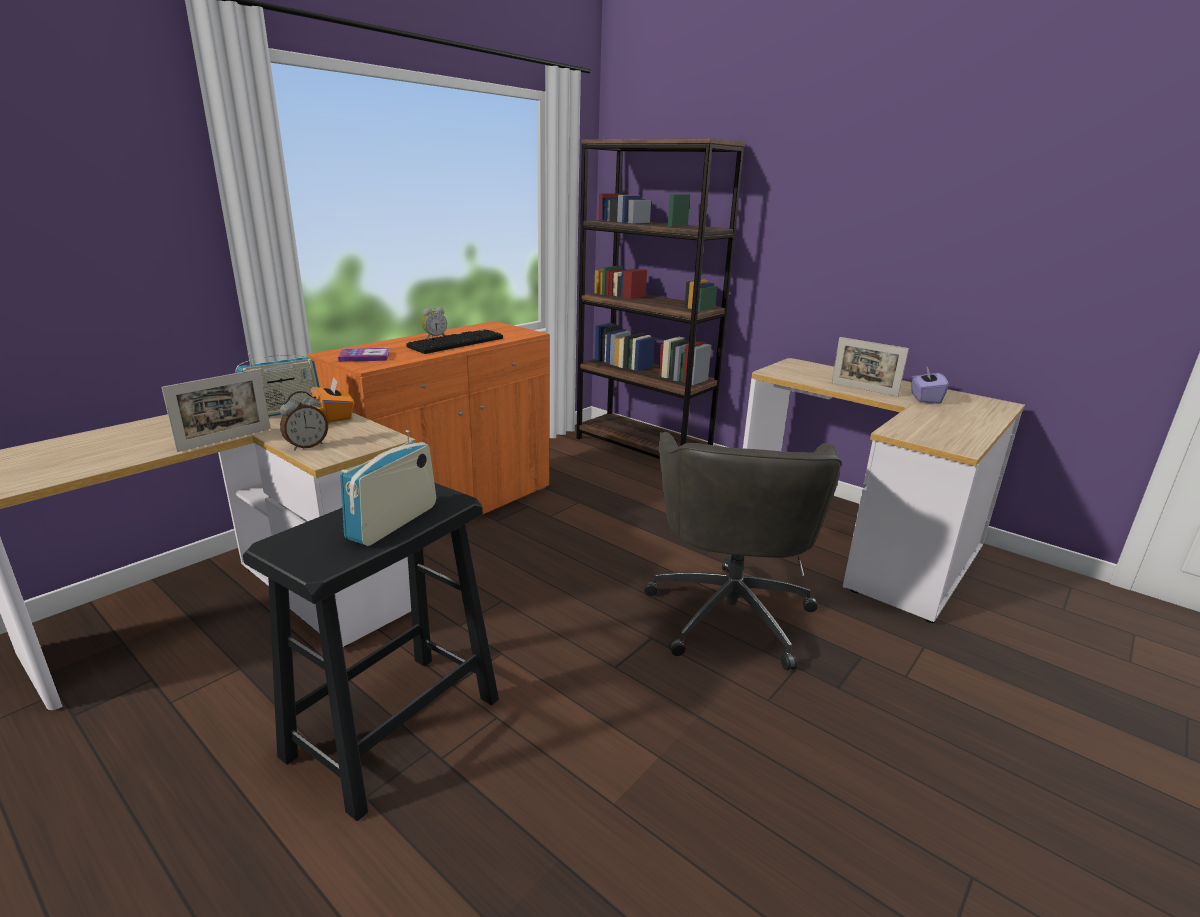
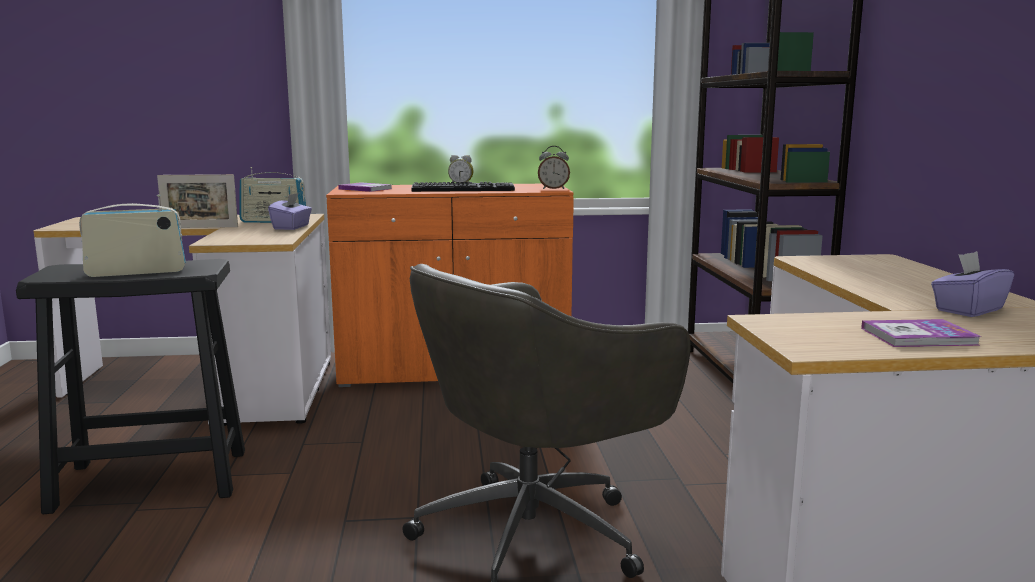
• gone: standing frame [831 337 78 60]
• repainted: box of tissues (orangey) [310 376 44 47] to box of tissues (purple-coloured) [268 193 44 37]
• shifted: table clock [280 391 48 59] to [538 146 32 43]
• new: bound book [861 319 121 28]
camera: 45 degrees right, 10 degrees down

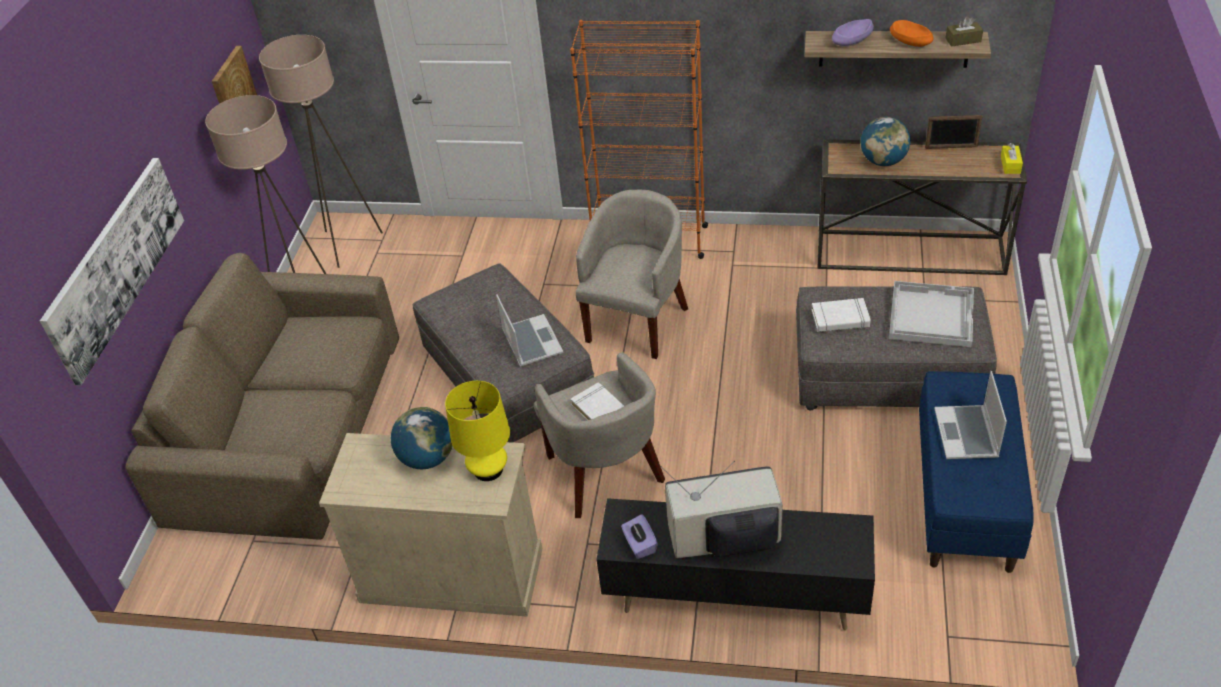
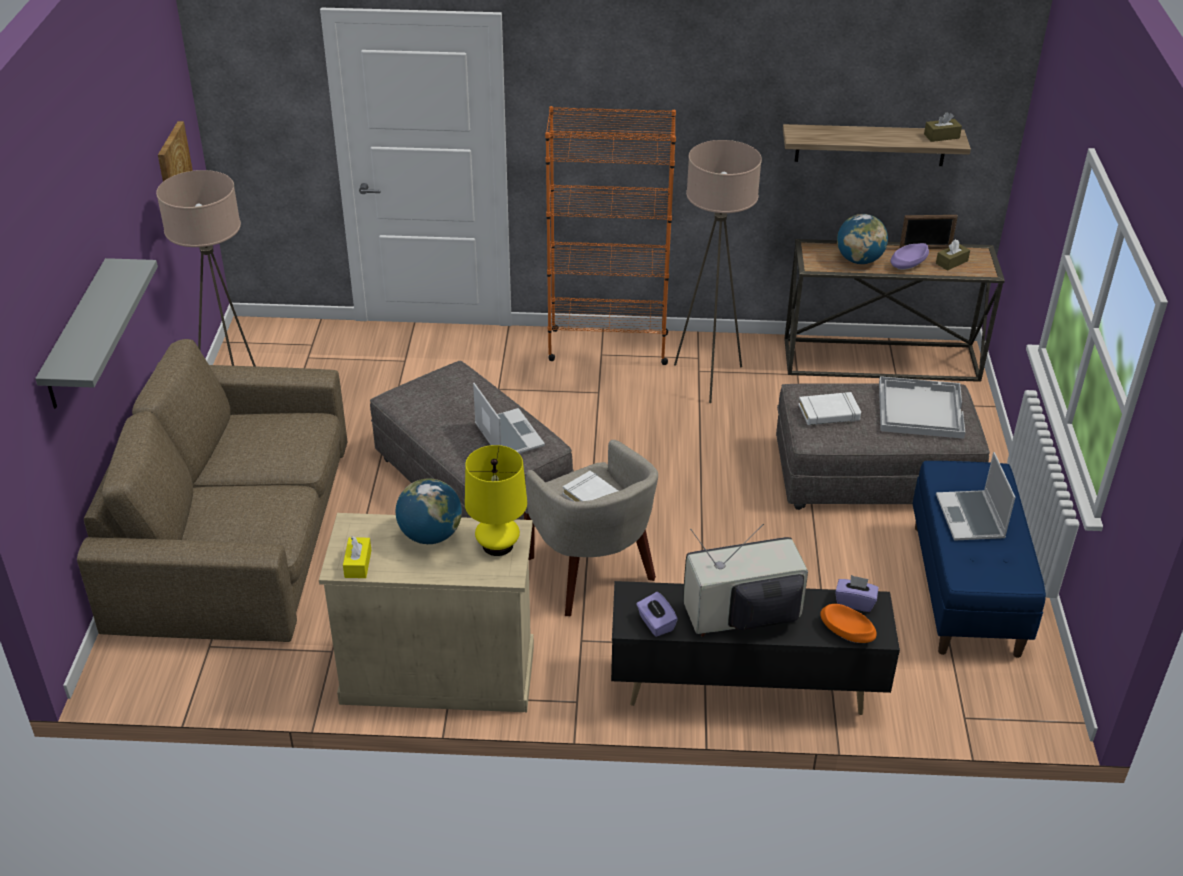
• shifted: serving bowl (purple-coloured) [832 19 42 28] to [891 243 38 27]
• shifted: serving bowl (orangey) [890 20 44 28] to [820 604 57 39]
• shifted: standard lamp (sand-coloured) [259 35 124 233] to [674 140 88 263]
• shifted: box of tissues (yellow) [1001 143 22 31] to [343 536 28 42]
• swapped: picture [40 158 144 227] to bracket shelf (grey) [35 258 123 151]
• gone: easy chair (sand-coloured) [576 190 112 169]
• new: box of tissues (brownish) [936 239 34 32]
• new: box of tissues (purple-coloured) [835 575 44 37]
camera: 10 degrees left, 5 degrees down

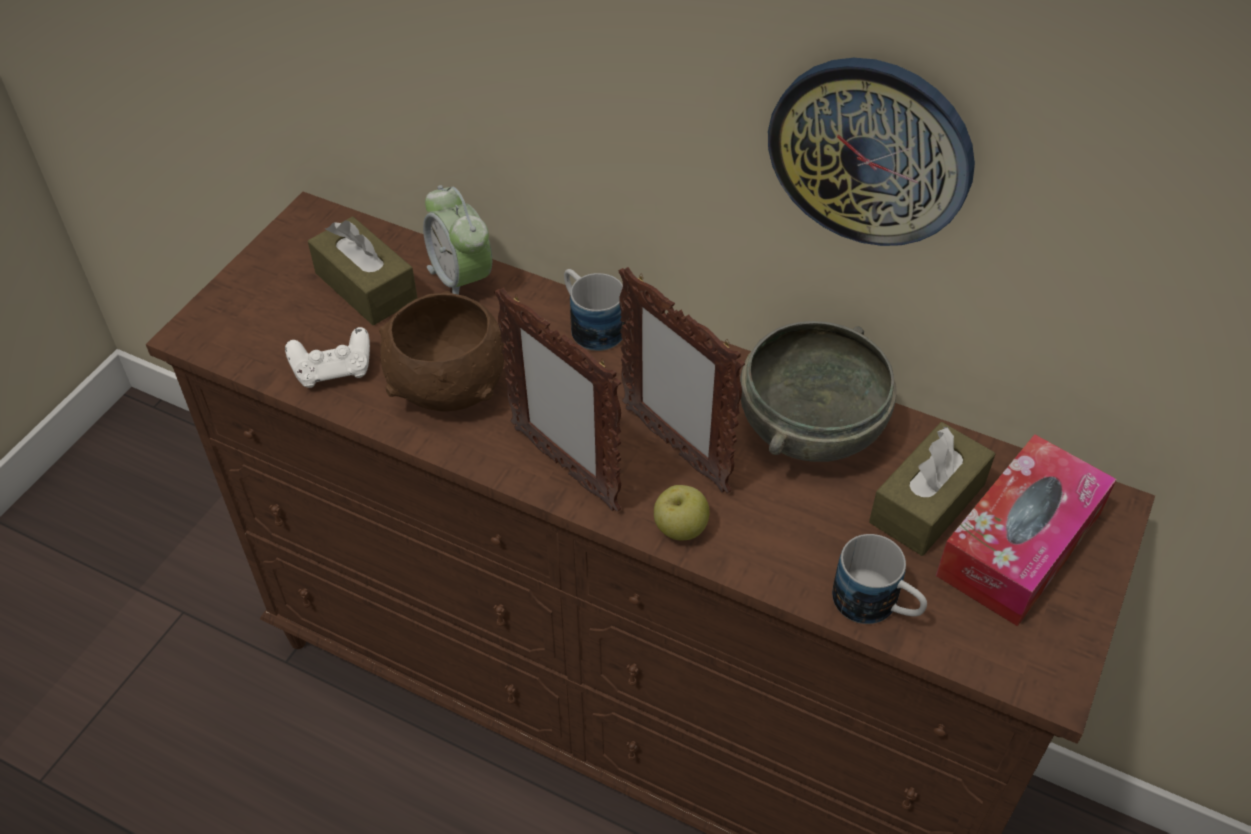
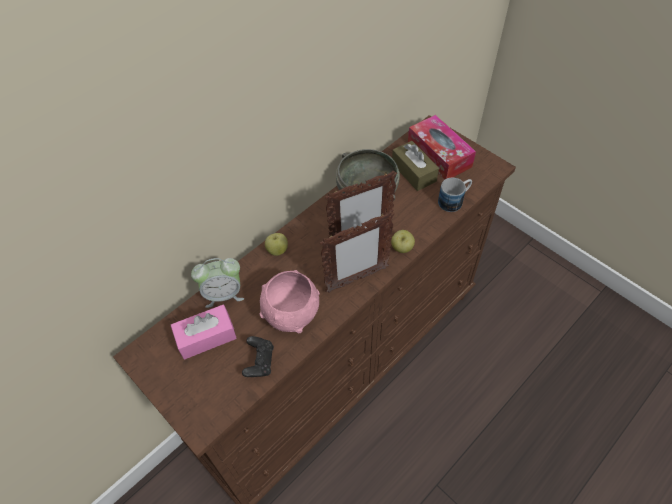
• gone: clock on the wall [768 58 207 188]
• repainted: box of tissues (brownish) [308 216 109 109] to box of tissues (pinkish) [171 304 66 56]
• swapped: mug [564 269 61 82] to apple fruit [265 233 23 23]
• repainted: serving bowl (brownish) [379 291 125 121] to serving bowl (pinkish) [259 270 61 63]
• repainted: gamepad (white) [285 327 85 61] to gamepad (blackish) [242 336 32 41]
camera: 70 degrees left, 5 degrees up

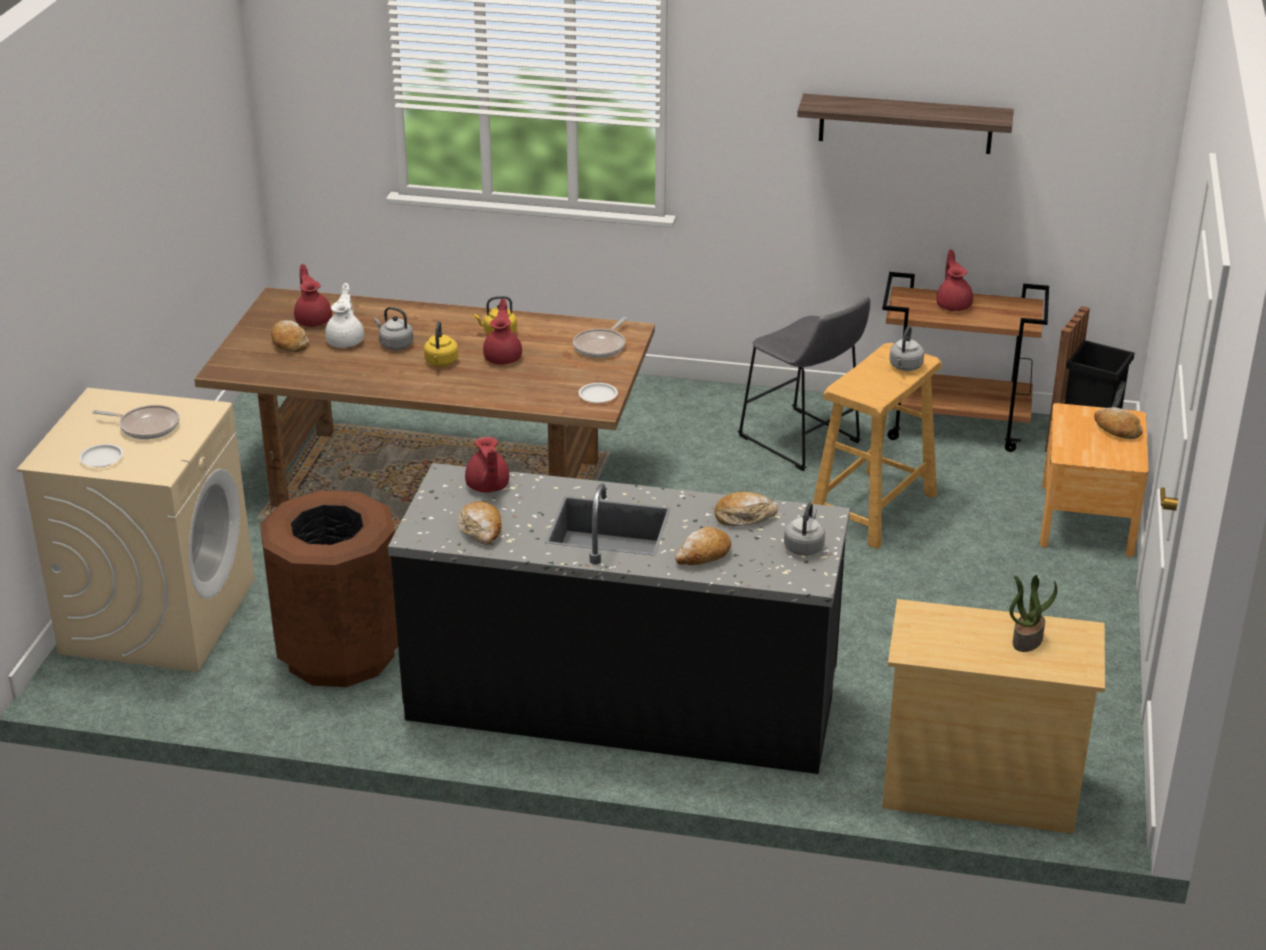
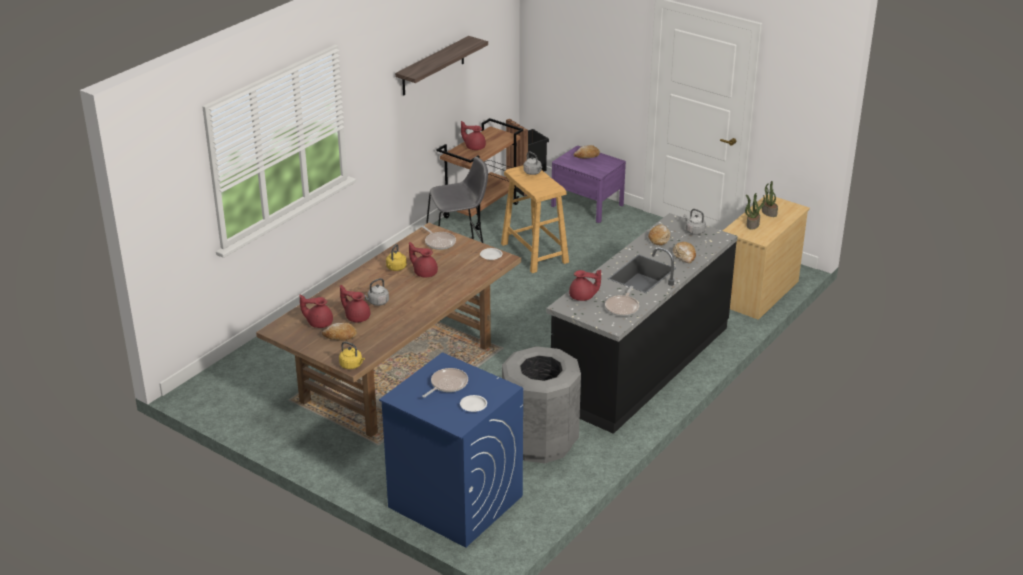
• repainted: tea pot (white) [325 283 39 65] to tea pot (red) [340 285 30 37]
• shifted: kettle (yellow) [424 321 34 46] to [339 342 26 27]
• repainted: laundry machine (sand-coloured) [17 388 238 284] to laundry machine (blue) [379 352 144 196]
• repainted: nightstand (brownish) [1040 403 108 154] to nightstand (purple-coloured) [551 146 75 77]
• repainted: waste bin (brownish) [260 490 138 197] to waste bin (grey) [502 346 79 117]
• swapped: bread [458 501 44 44] to pan [605 286 34 30]
• new: potted plant [745 193 20 37]
camera: 65 degrees left, 0 degrees up

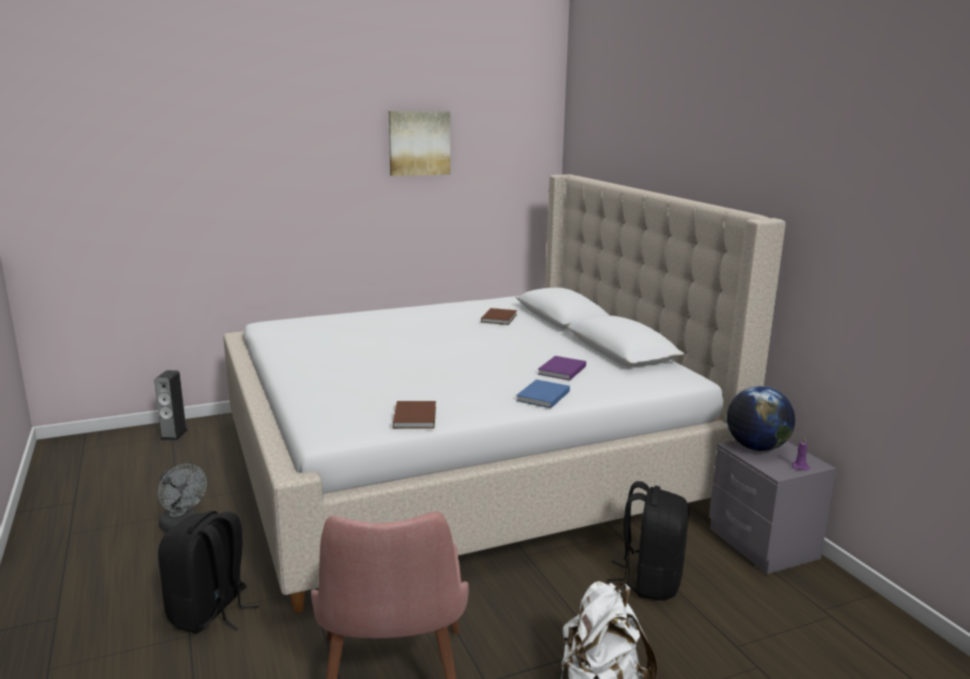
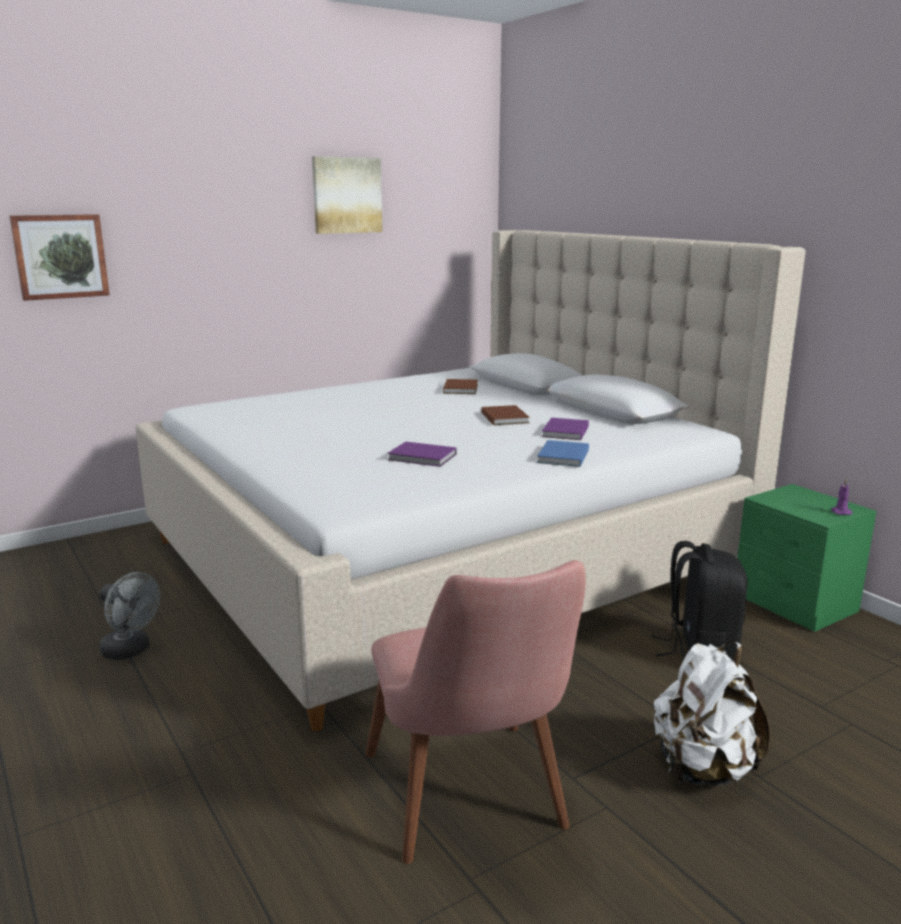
• gone: audio speaker [154 370 34 71]
• gone: desk globe [727 386 68 65]
• shifted: bound book (brownish) [393 401 43 28] to [481 405 49 20]
• repainted: nightstand (grey) [709 440 127 134] to nightstand (green) [737 484 139 148]
• gone: rucksack (blackish) [158 511 101 122]
• new: picture [9 214 101 87]
• new: bound book (purple-coloured) [388 442 69 25]
camera: 10 degrees left, 0 degrees up

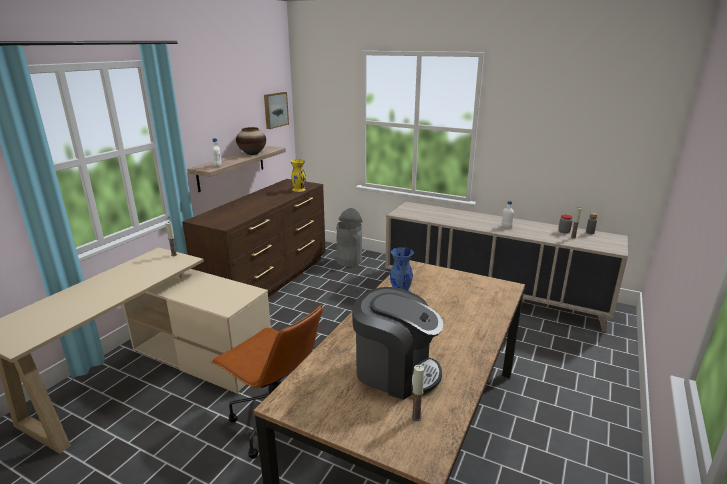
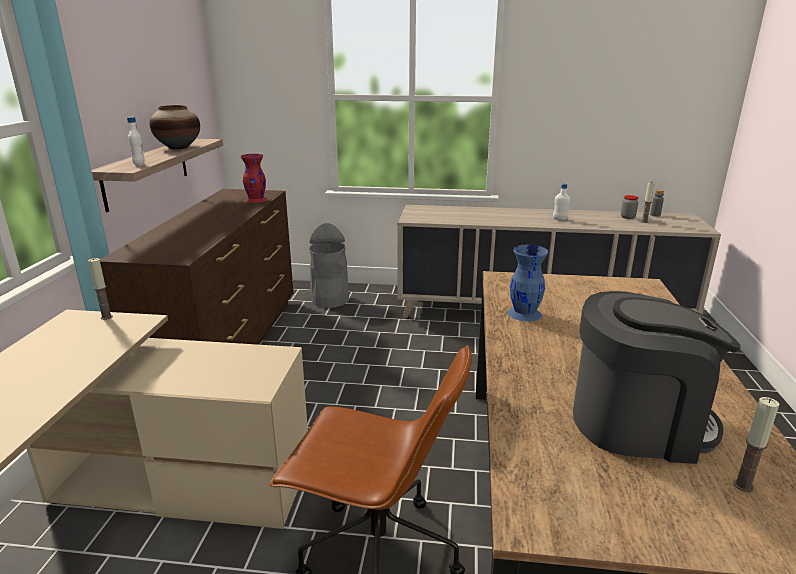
• gone: picture [264 92 25 37]
• repainted: flower vase (yellow) [290 159 16 33] to flower vase (red) [241 154 26 49]
camera: 20 degrees left, 0 degrees up

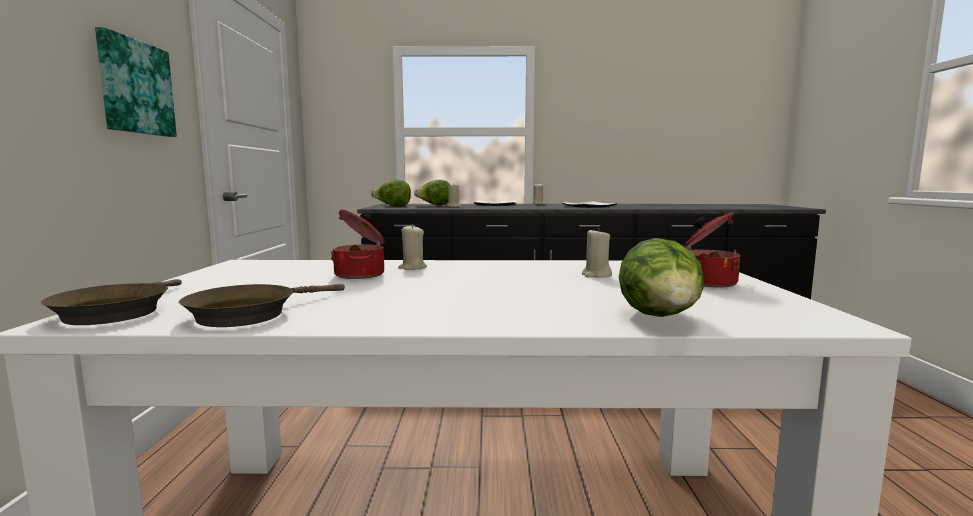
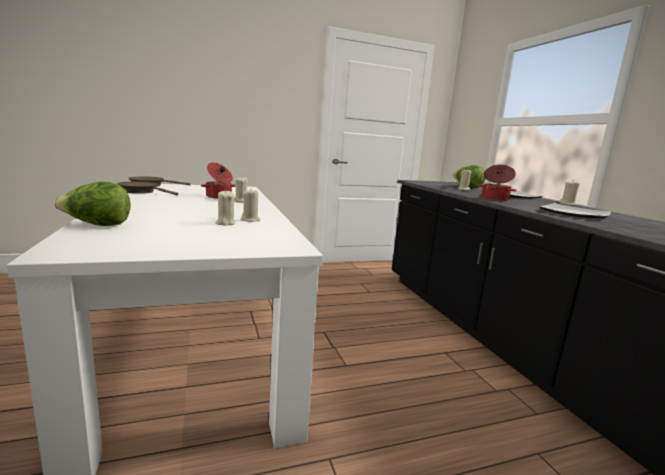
• gone: picture [95 27 82 110]
• gone: lettuce head [371 180 40 27]
• shifted: saucepot [684 212 57 76] to [478 165 39 36]
• new: wax candle (sand-coloured) [241 188 19 34]
camera: 70 degrees right, 5 degrees up

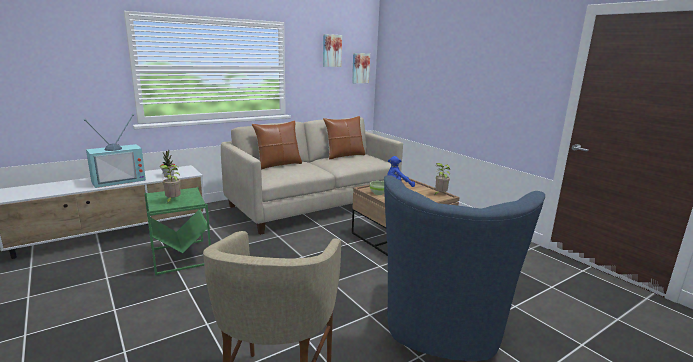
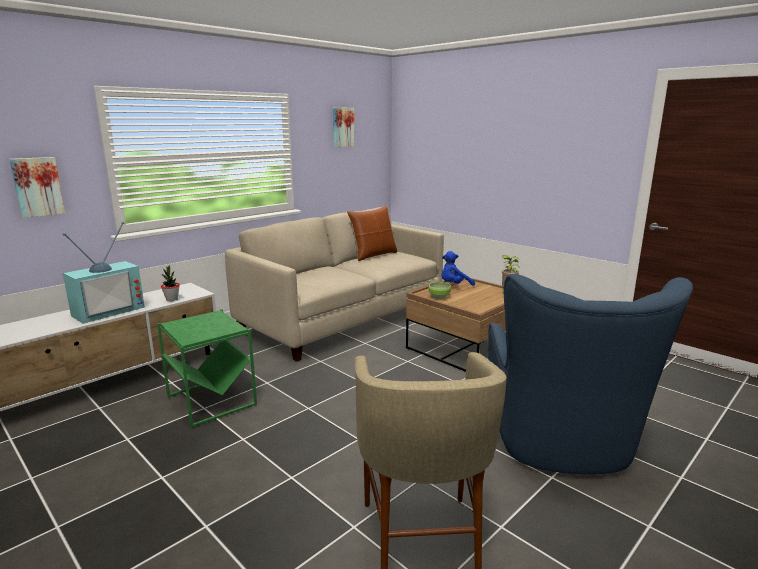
• shifted: picture [352 53 18 30] to [9 157 56 61]
• gone: throw pillow (brownish) [252 121 50 49]
• gone: potted plant [159 165 22 38]
camera: 10 degrees left, 0 degrees up

